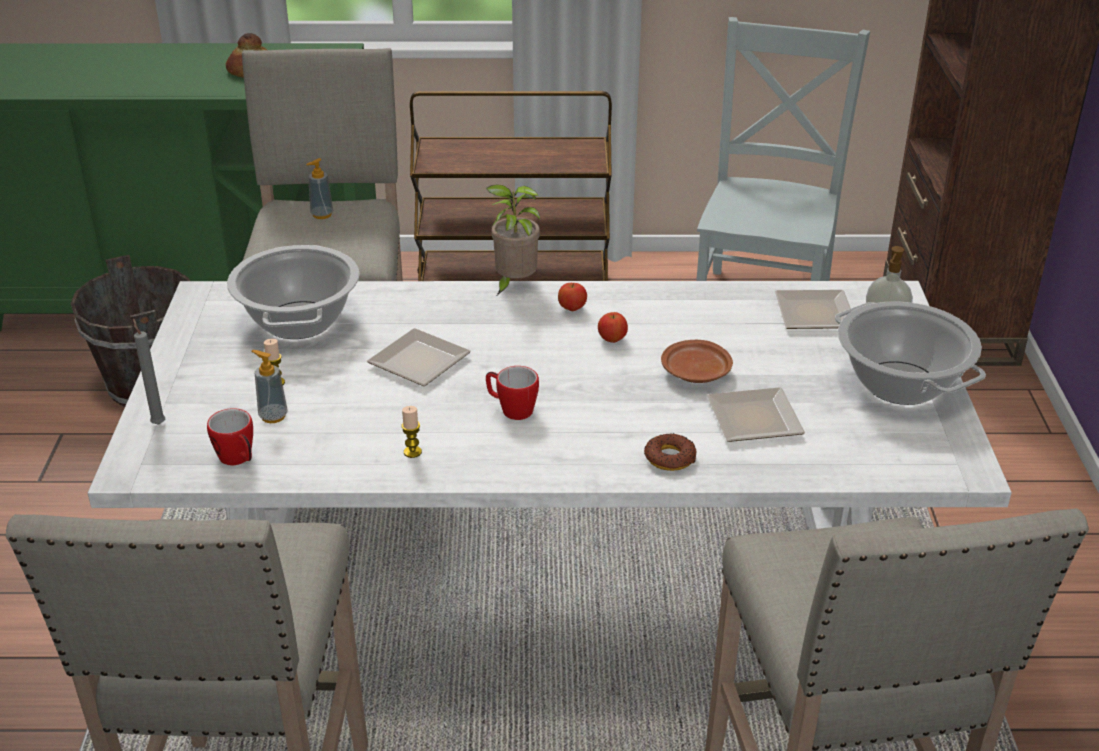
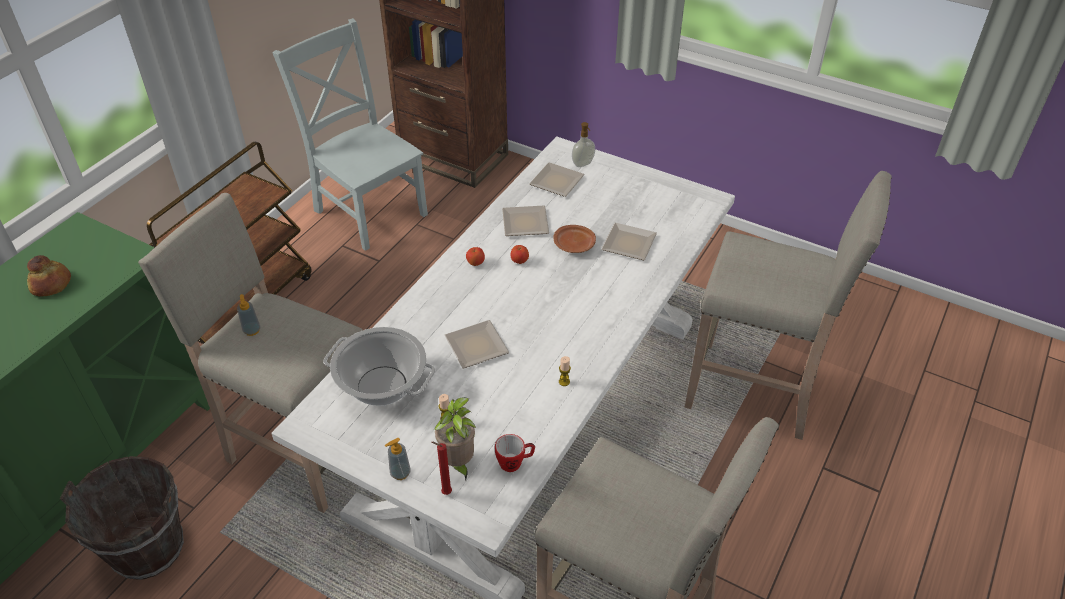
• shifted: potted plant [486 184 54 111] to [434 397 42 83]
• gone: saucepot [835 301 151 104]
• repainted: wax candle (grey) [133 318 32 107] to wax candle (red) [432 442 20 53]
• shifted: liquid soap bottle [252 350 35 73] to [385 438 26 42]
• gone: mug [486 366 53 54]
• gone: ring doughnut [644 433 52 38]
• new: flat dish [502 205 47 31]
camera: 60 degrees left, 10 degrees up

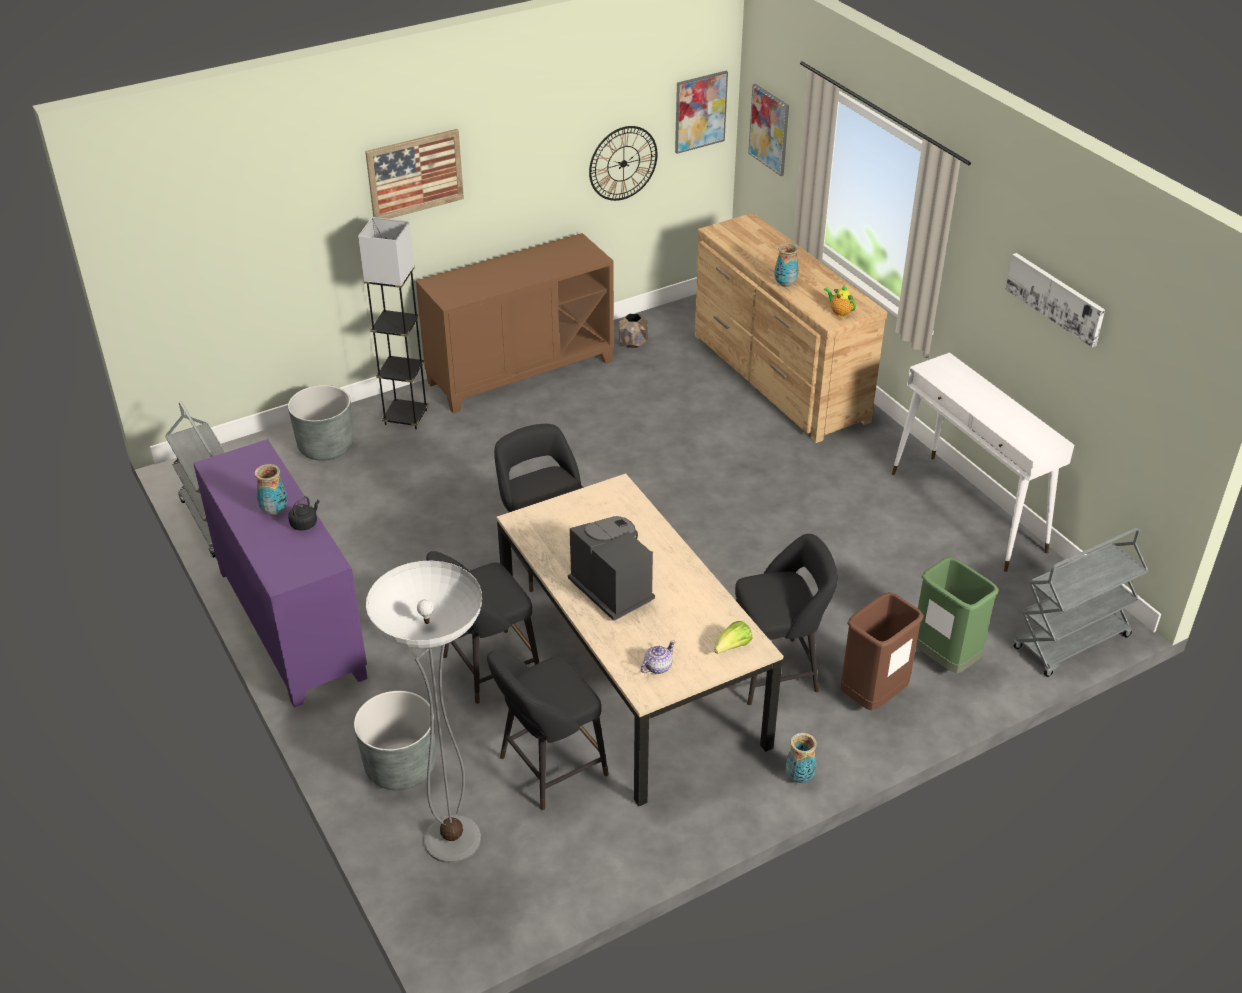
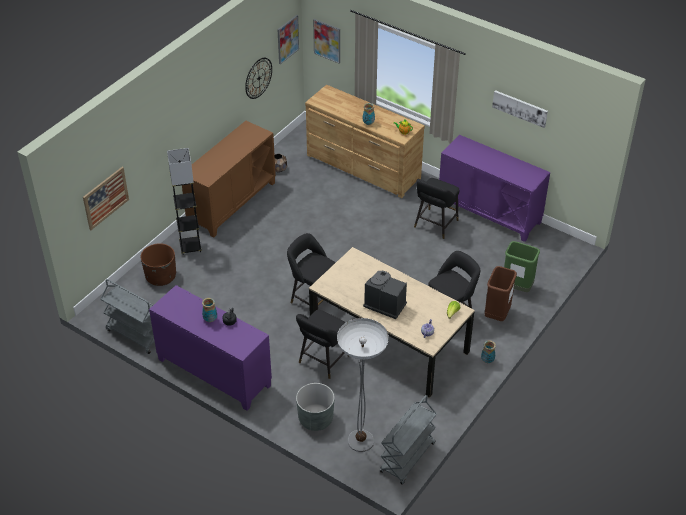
• shifted: picture [365 129 99 90] to [83 167 46 63]
• swapped: console table (white) [892 352 182 220] to storage cabinet (purple-coloured) [439 135 111 107]
• repainted: flower pot (grey) [288 385 66 76] to flower pot (brownish) [141 243 35 43]
• shifted: wheeled cart (grey) [1013 528 136 149] to [380 395 57 90]
• shifted: stool seat (blackish) [487 650 122 160] to [414 178 45 61]
camera: 25 degrees left, 5 degrees up

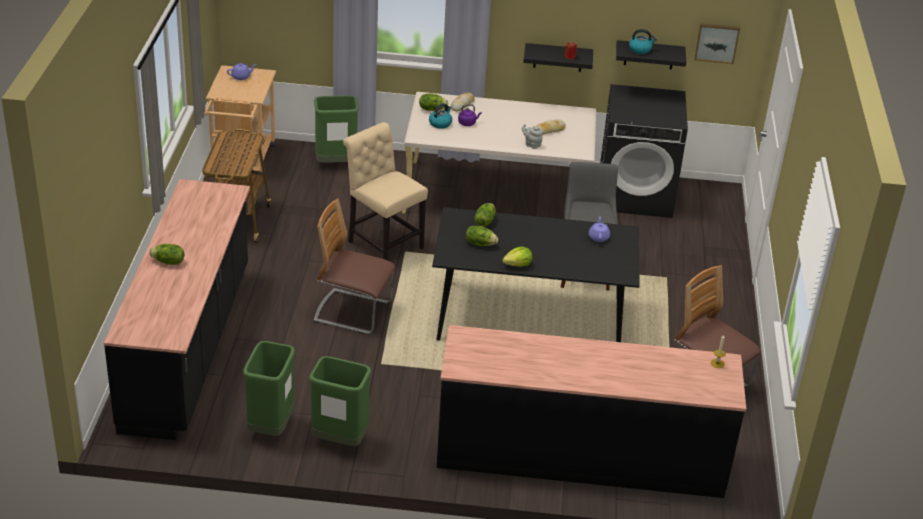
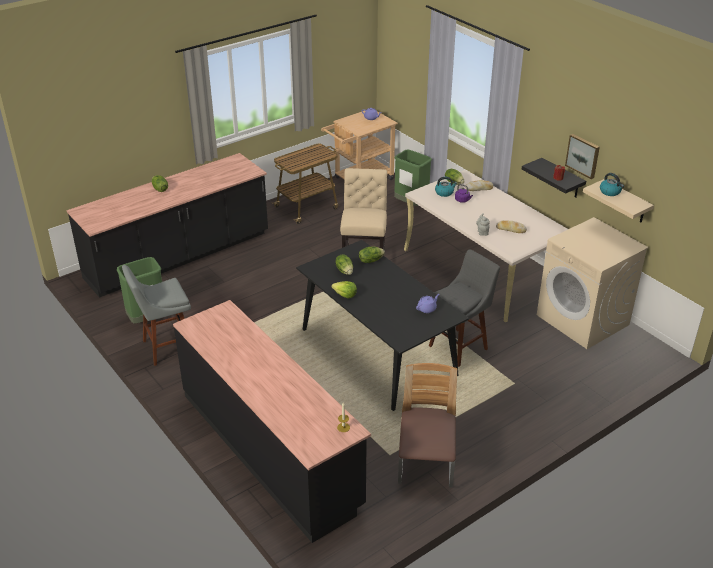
• shifted: picture [694 23 46 41] to [565 134 35 45]
• repainted: bracket shelf (blackish) [616 40 70 29] to bracket shelf (sand-coloured) [583 179 71 44]
• repainted: laundry machine (blackish) [600 84 88 134] to laundry machine (sand-coloured) [537 217 112 132]
• gone: chair [314 199 81 135]
• swapped: waste bin (green) [309 356 62 90] to stool seat (grey) [122 265 69 101]
camera: 50 degrees right, 0 degrees up

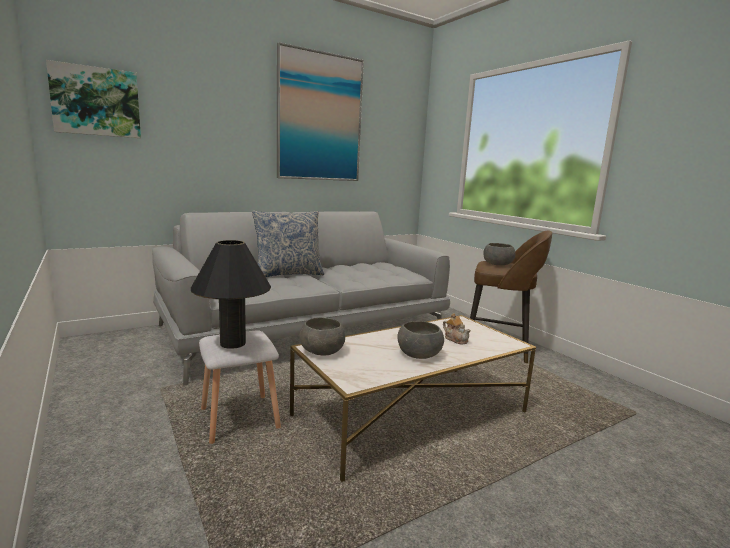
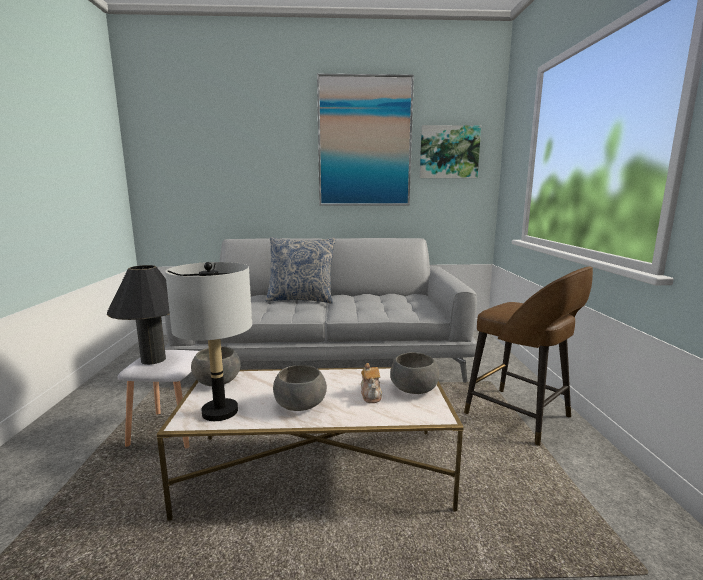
• shifted: picture [46 60 95 78] to [420 125 61 53]
• shifted: serving bowl (grey) [483 243 33 22] to [390 352 49 42]
• new: table lamp (grey) [165 262 87 159]
camera: 30 degrees right, 0 degrees up

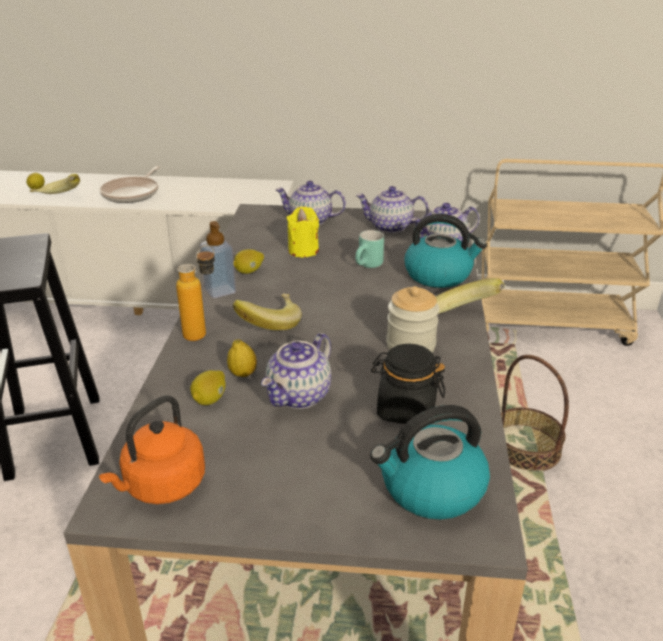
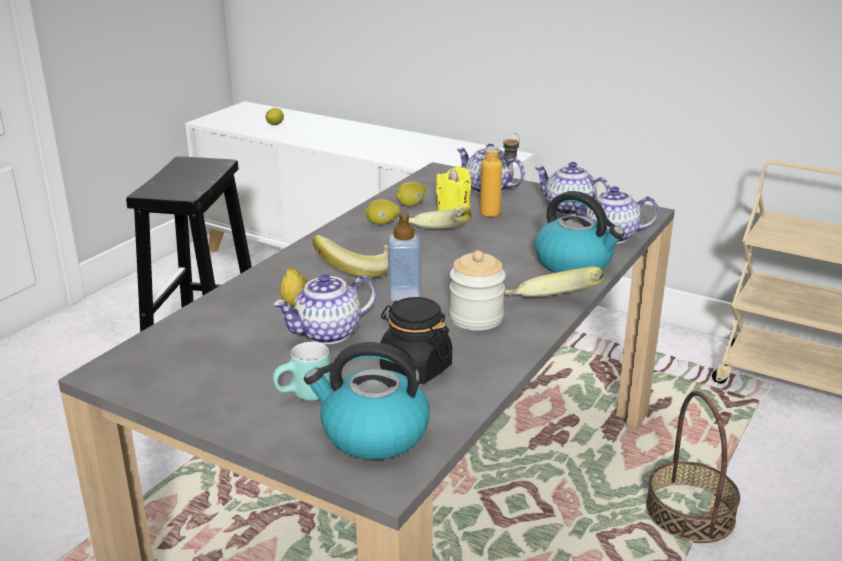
• gone: pan [100 166 60 37]
• shifted: whole banana [30 174 50 20] to [397 206 75 23]
• shifted: liquid soap bottle [200 221 36 77] to [388 211 33 90]
• shifted: mug (turquoise) [355 230 29 38] to [273 342 58 59]
• shifted: bottle [176 245 39 96] to [480 132 40 85]
• shifted: lemon [190 370 35 35] to [397 182 29 24]
• gone: kettle (orangey) [99 395 106 109]
camera: 25 degrees right, 5 degrees down

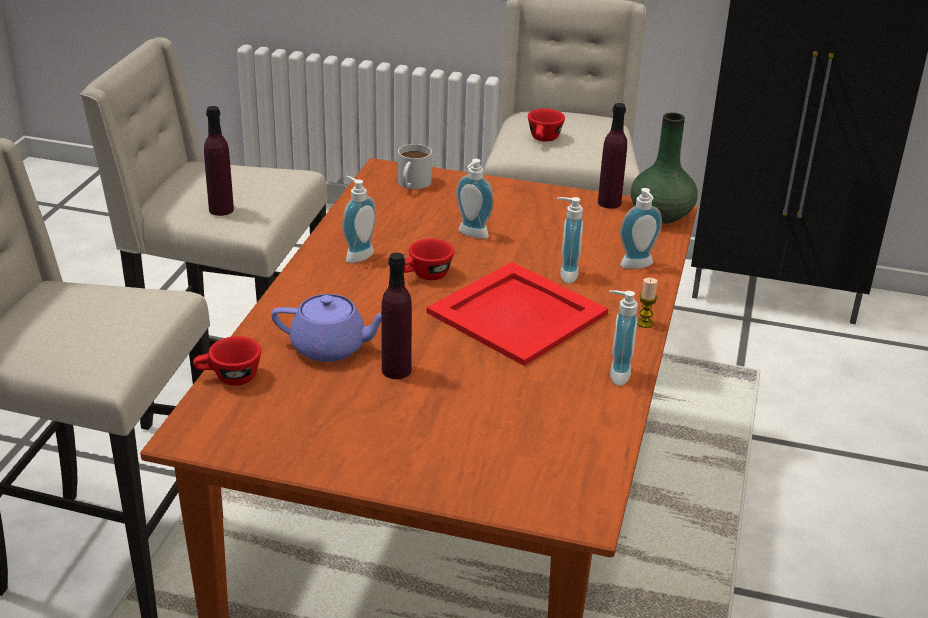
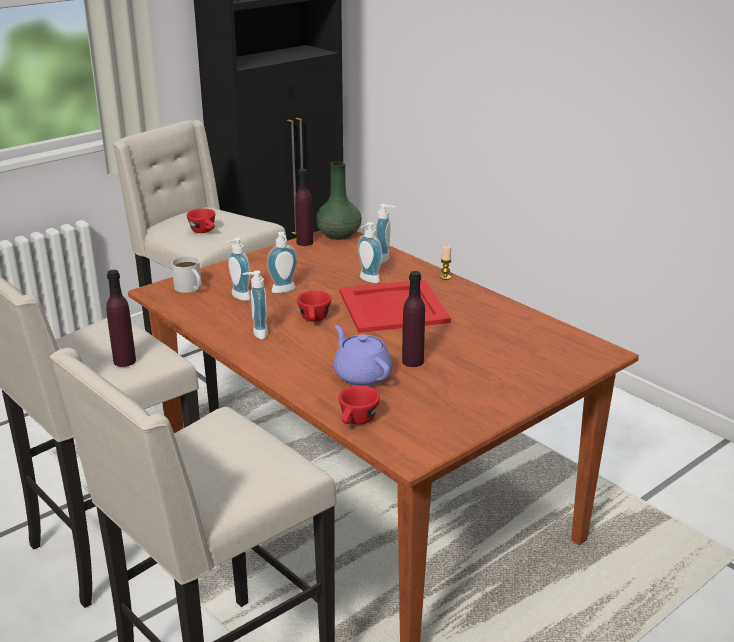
• shifted: liquid soap bottle [609 290 29 96] to [226 238 25 63]
• rotated: tea pot (purple-coloured) [271 294 110 68] = [334 325 58 61] 75 degrees counterclockwise
camera: 55 degrees left, 5 degrees down

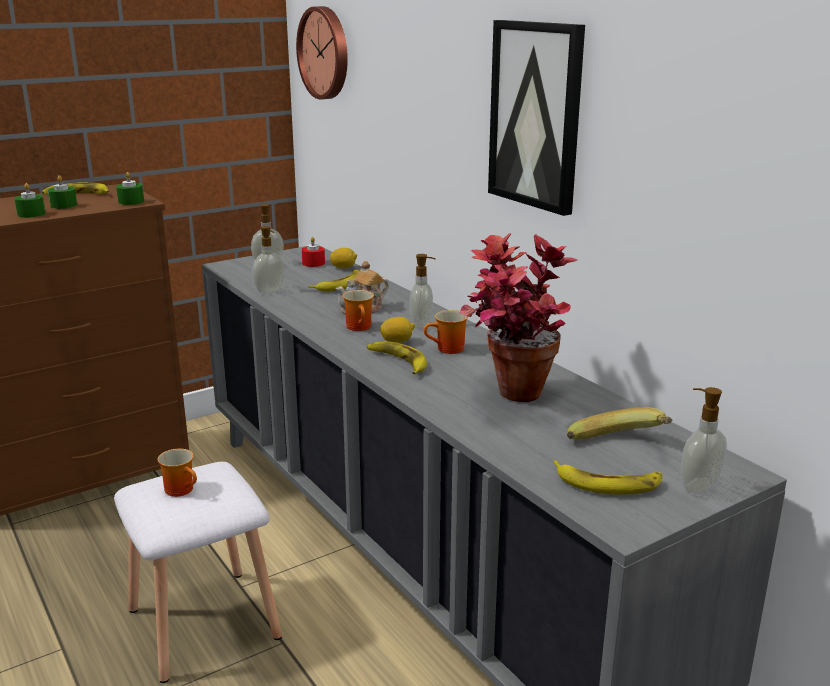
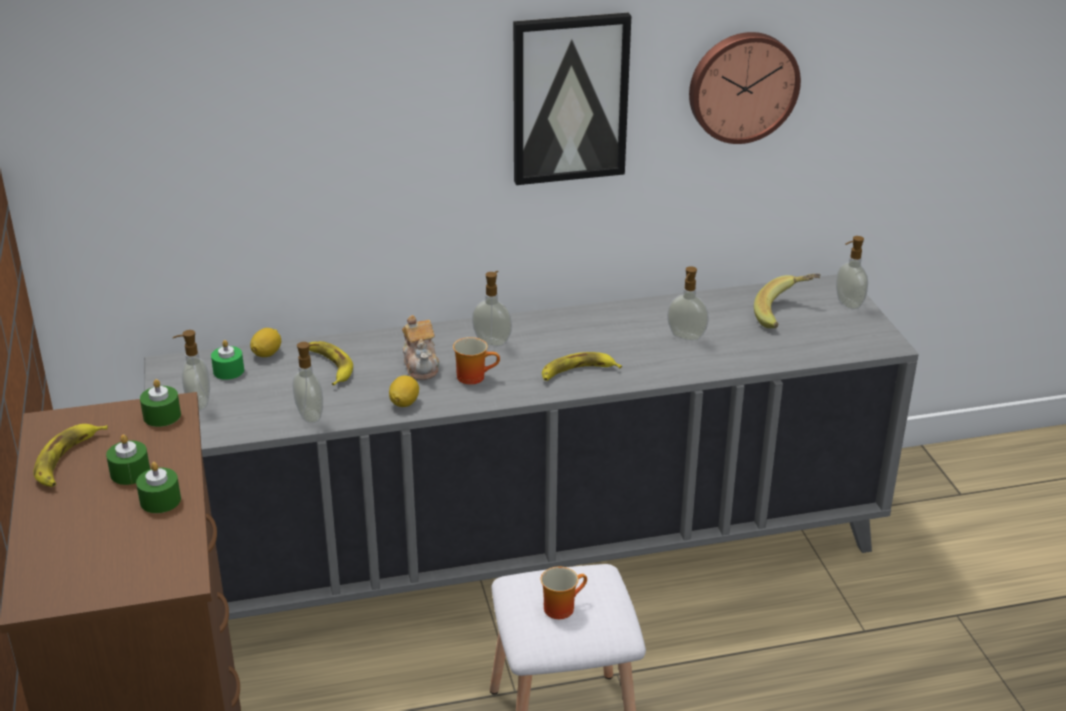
• shifted: clock on the wall [296 6 52 93] to [689 32 112 112]
• swapped: potted plant [460 233 118 169] to liquid soap bottle [667 266 42 75]
• repainted: wax candle (red) [302 237 23 30] to wax candle (green) [211 340 33 40]
• gone: mug [424 310 44 44]
• shifted: lemon [380 317 35 26] to [389 376 30 31]
• gone: whole banana [553 460 110 34]
camera: 70 degrees left, 10 degrees up

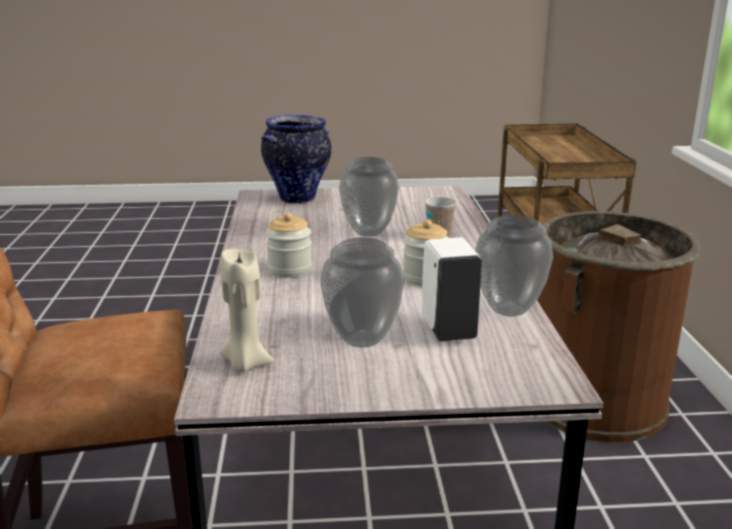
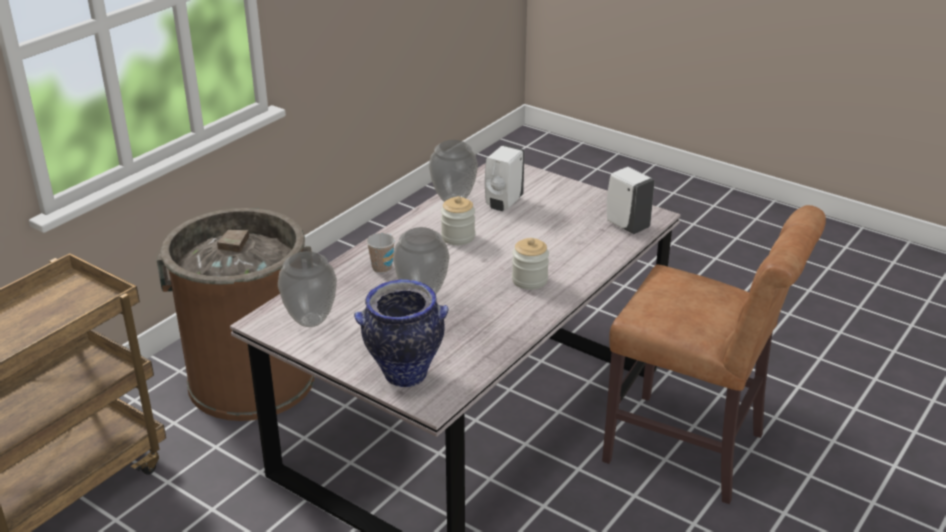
• shifted: flower vase [320 237 84 111] to [278 251 59 76]
• swapped: wax candle (sand-coloured) [220 249 54 123] to liquid soap bottle (white) [607 167 48 67]
camera: 140 degrees left, 10 degrees up

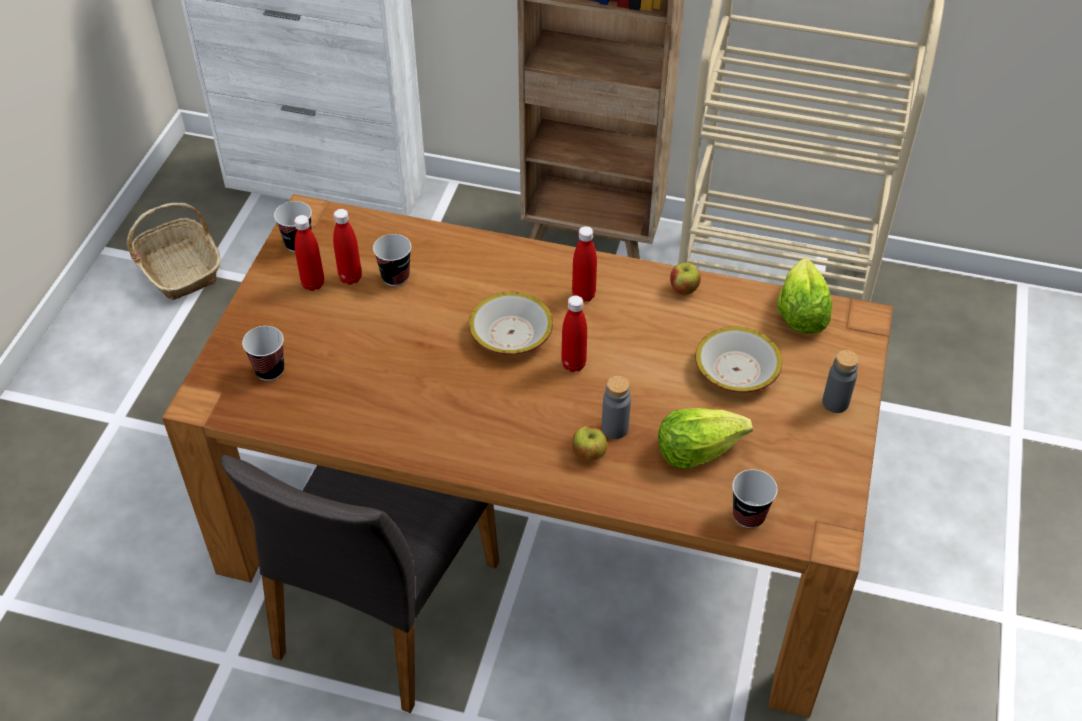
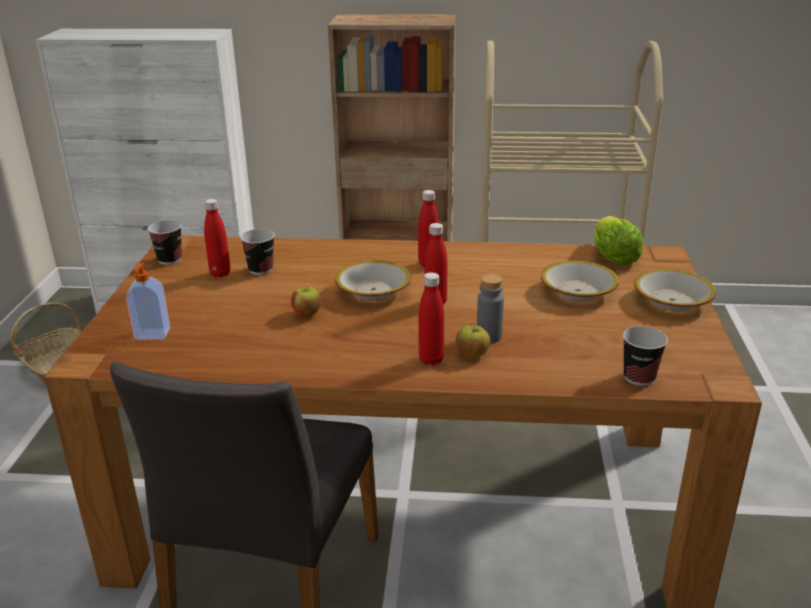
• shifted: bottle (red) [294 215 30 76] to [419 272 25 93]
• shifted: apple fruit [670 263 31 32] to [291 287 30 30]
• swapped: drinking cup [242 326 42 55] to liquid soap bottle [126 263 44 77]
• swapped: bottle (grey) [822 350 37 63] to serving bowl [634 269 82 42]
• gone: lettuce head [658 408 95 61]
camera: 10 degrees left, 20 degrees down

